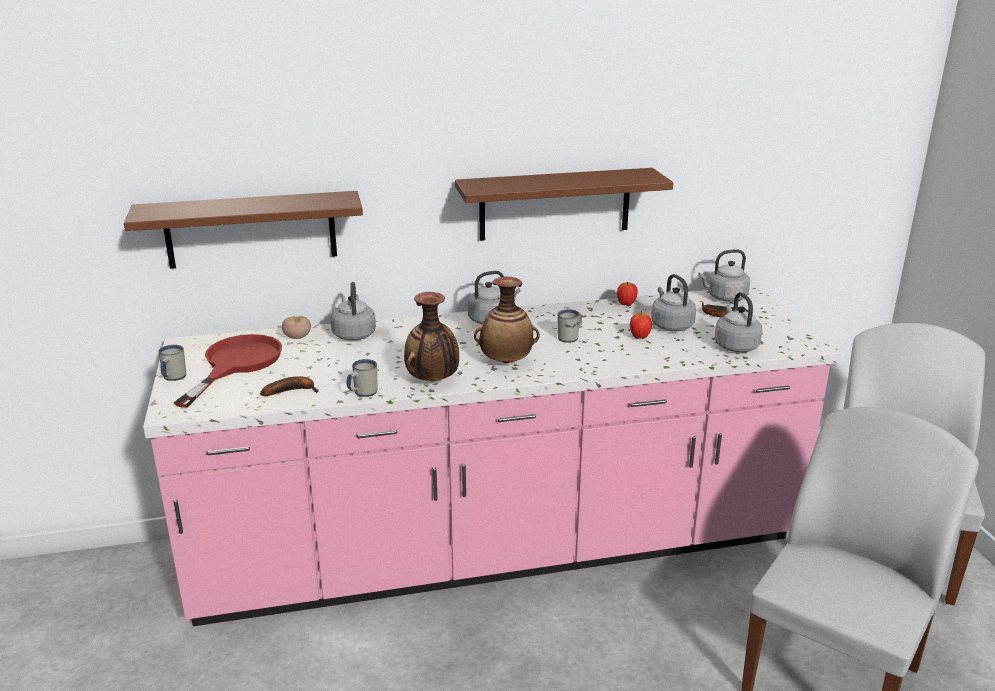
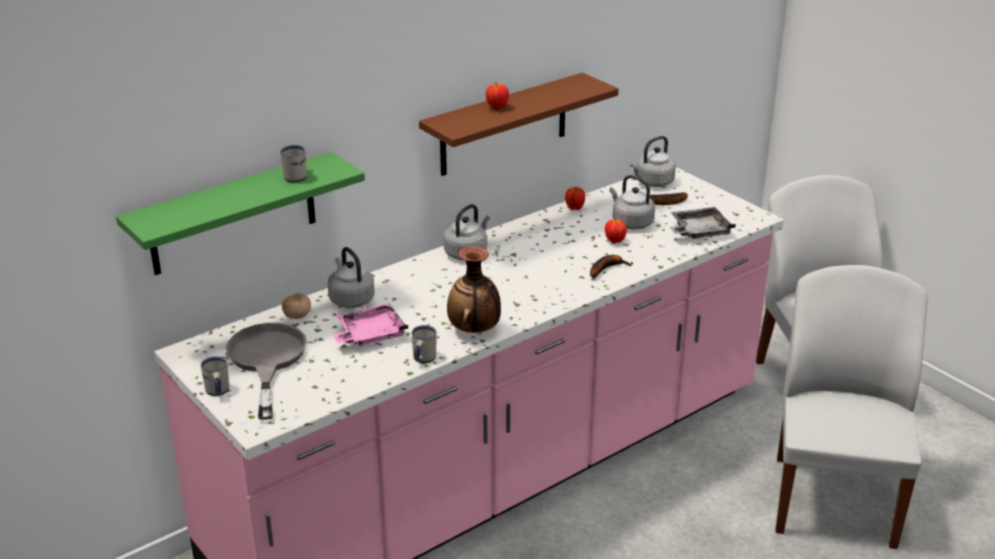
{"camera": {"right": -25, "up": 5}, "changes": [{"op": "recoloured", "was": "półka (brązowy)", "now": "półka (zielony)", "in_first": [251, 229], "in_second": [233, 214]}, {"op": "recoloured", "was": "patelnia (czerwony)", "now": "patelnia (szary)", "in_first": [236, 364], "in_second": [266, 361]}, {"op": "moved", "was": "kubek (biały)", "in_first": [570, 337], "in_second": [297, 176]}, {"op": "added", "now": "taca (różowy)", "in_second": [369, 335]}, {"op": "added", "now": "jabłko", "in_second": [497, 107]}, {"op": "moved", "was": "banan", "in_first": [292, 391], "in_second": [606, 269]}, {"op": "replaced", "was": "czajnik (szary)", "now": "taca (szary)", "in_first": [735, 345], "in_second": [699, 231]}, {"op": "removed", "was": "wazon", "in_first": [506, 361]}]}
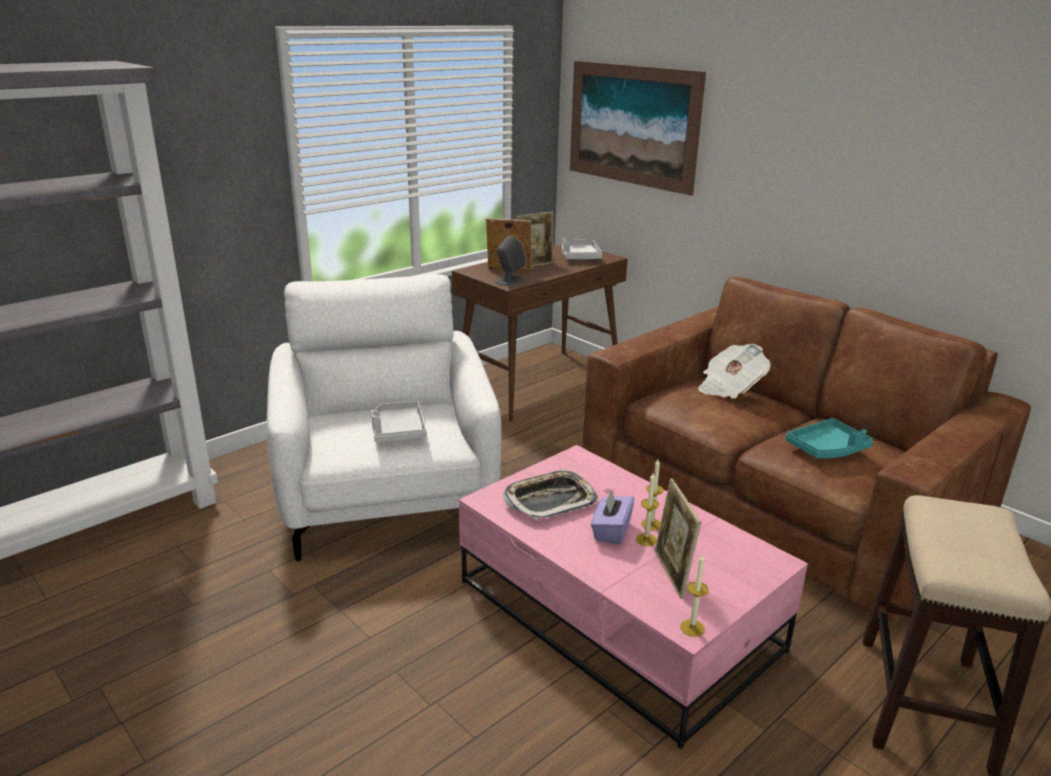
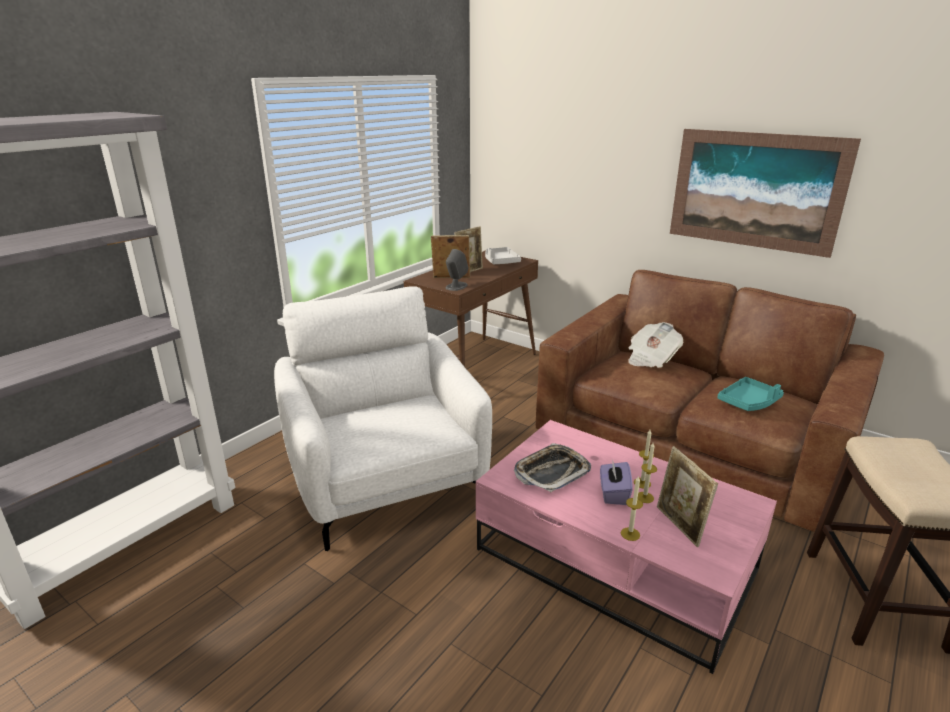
{"camera": {"right": -10, "up": 0}, "changes": [{"op": "moved", "was": "świeca", "in_first": [692, 628], "in_second": [630, 534]}, {"op": "moved", "was": "obraz", "in_first": [632, 125], "in_second": [755, 190]}, {"op": "removed", "was": "taca (szary)", "in_first": [398, 430]}]}
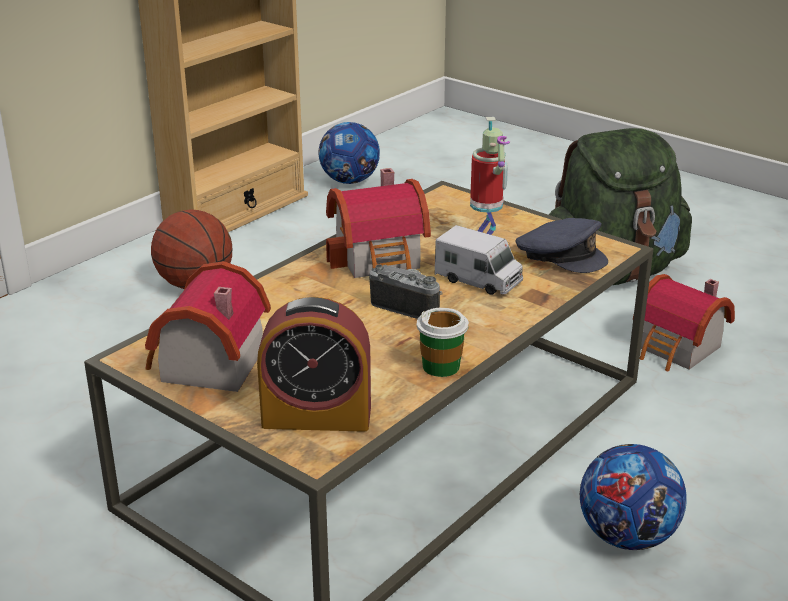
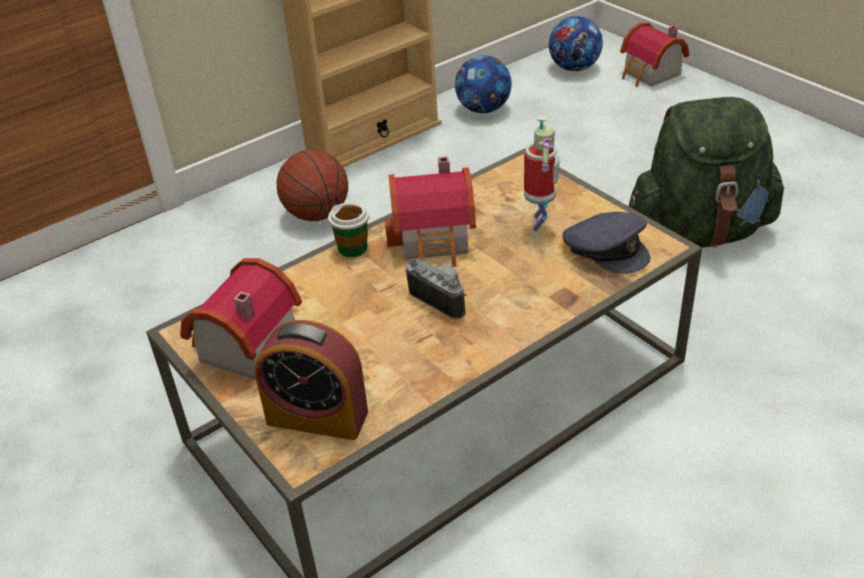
{"camera": {"right": 15, "up": 10}, "changes": [{"op": "moved", "was": "filiżanka", "in_first": [441, 366], "in_second": [353, 248]}, {"op": "moved", "was": "piłka futbolowa", "in_first": [627, 536], "in_second": [574, 68]}, {"op": "moved", "was": "domek", "in_first": [678, 350], "in_second": [650, 75]}, {"op": "removed", "was": "ciężarówka zabawkowa", "in_first": [478, 280]}]}
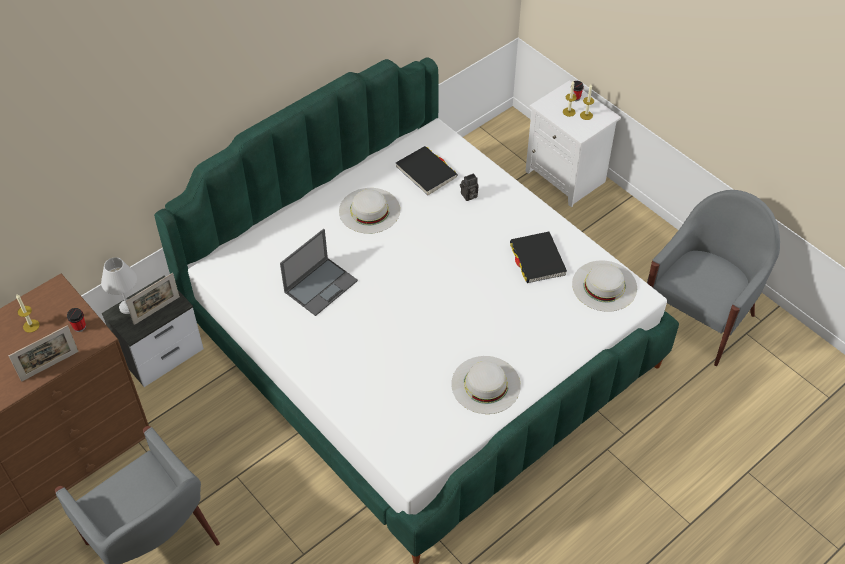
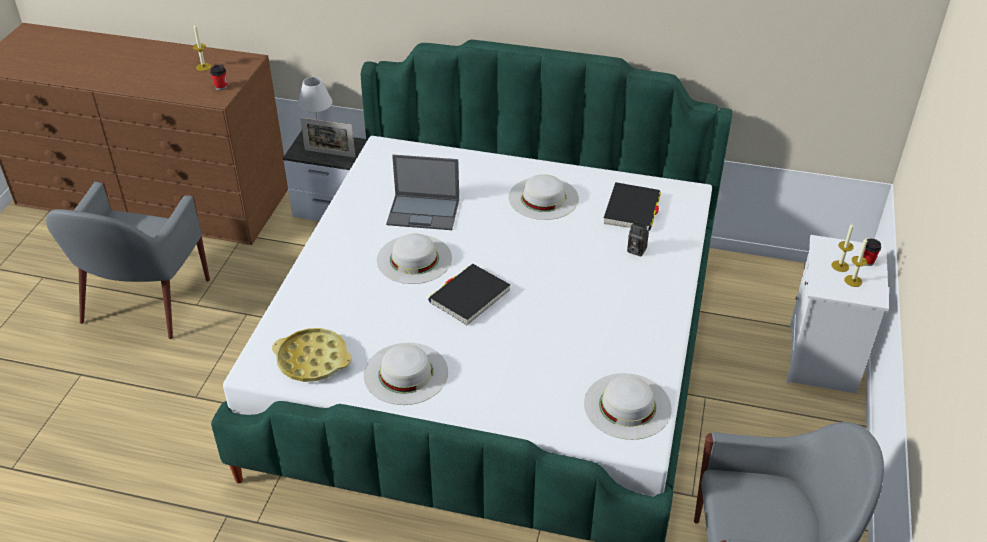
{"camera": {"right": 55, "up": -10}, "changes": [{"op": "added", "now": "taca (żółty)", "in_second": [312, 360]}, {"op": "added", "now": "kapelusz (biały)", "in_second": [414, 259]}, {"op": "moved", "was": "książka (czarny)", "in_first": [537, 259], "in_second": [469, 297]}, {"op": "removed", "was": "ramka na zdjęcie", "in_first": [50, 366]}]}
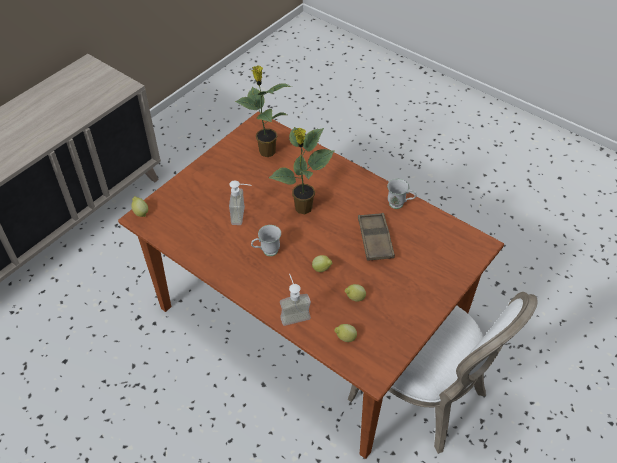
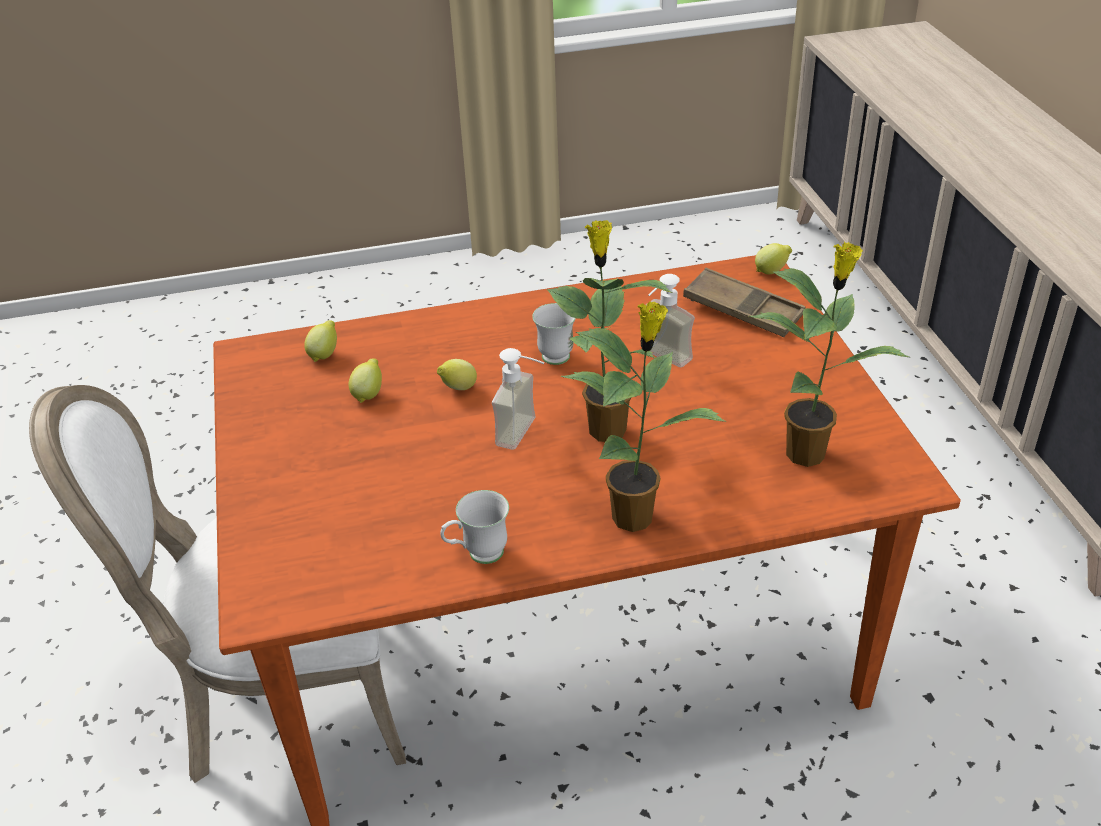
{"camera": {"right": 130, "up": -10}, "changes": [{"op": "moved", "was": "dozownik mydła", "in_first": [293, 313], "in_second": [526, 434]}, {"op": "added", "now": "roślina doniczkowa", "in_second": [635, 516]}, {"op": "moved", "was": "taca (brązowy)", "in_first": [375, 239], "in_second": [743, 310]}]}
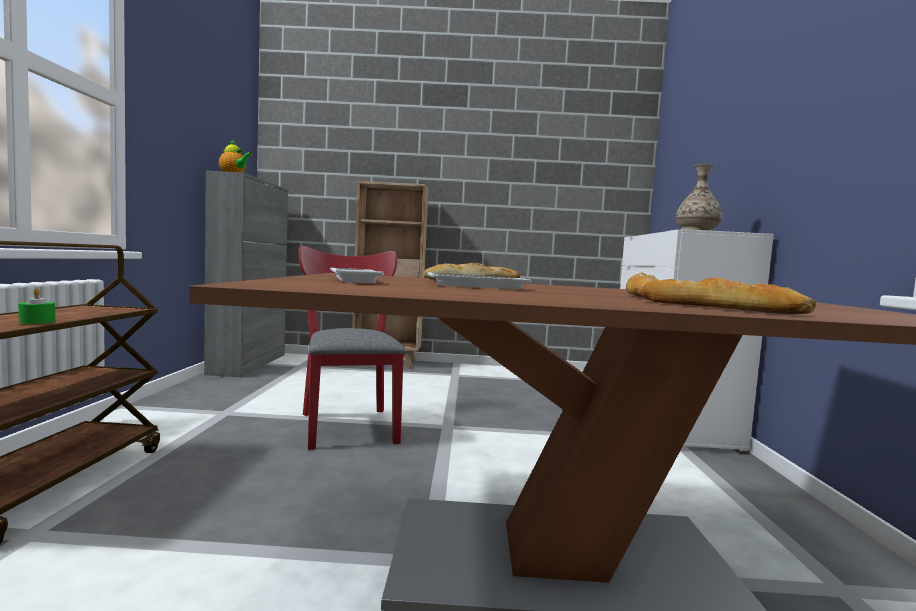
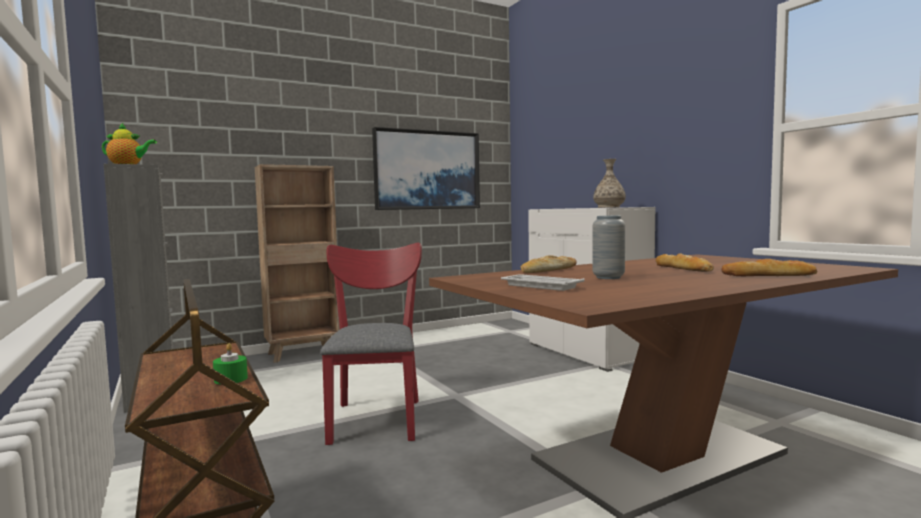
{"camera": {"right": -30, "up": 0}, "changes": [{"op": "turned", "was": "krzesło (czerwony)", "in_first": [348, 424], "in_second": [376, 417], "clockwise": 45}, {"op": "added", "now": "obraz", "in_second": [427, 170]}, {"op": "replaced", "was": "taca (biały)", "now": "wazon (szary)", "in_first": [480, 286], "in_second": [608, 277]}]}
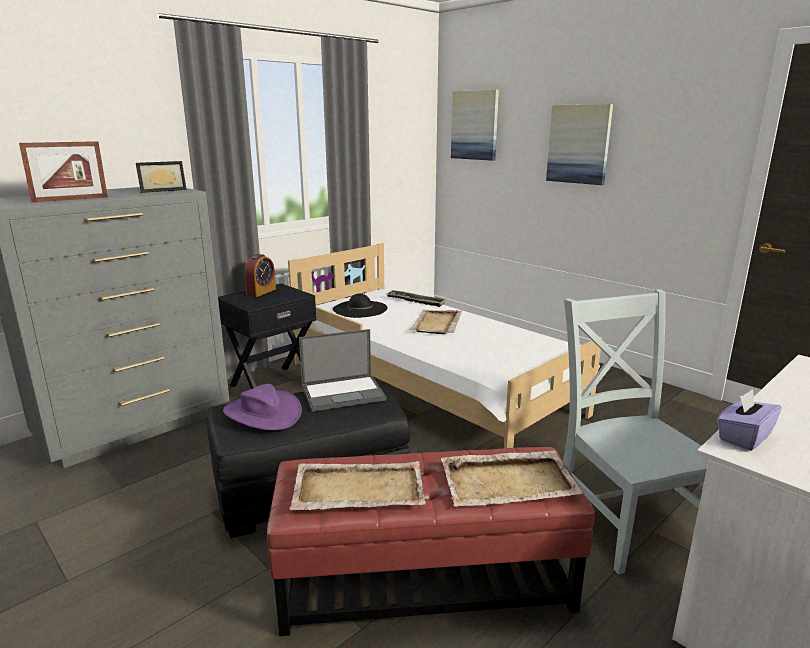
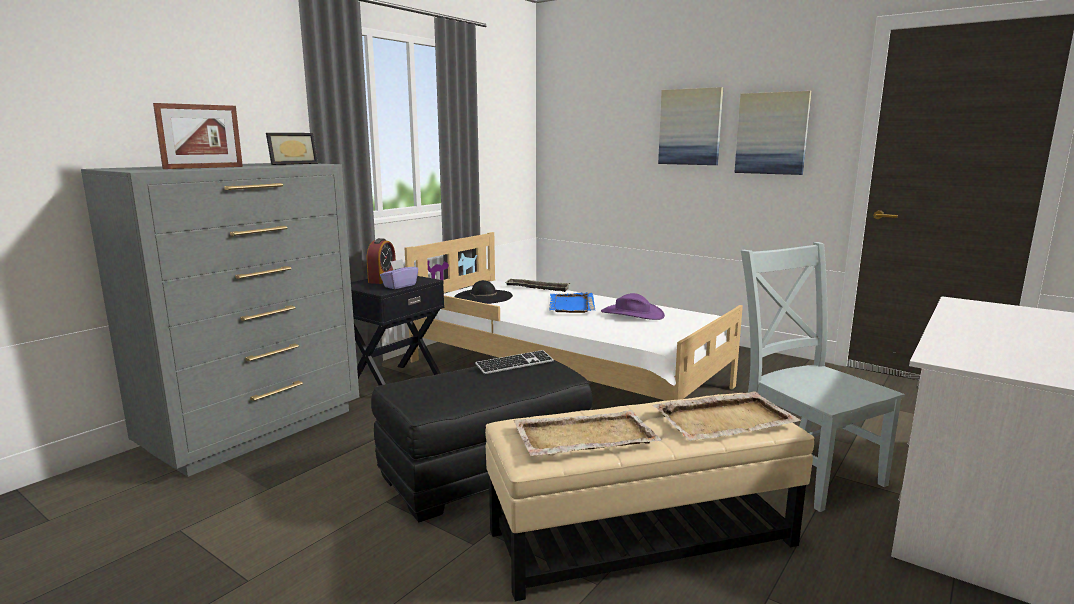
{"camera": {"right": -10, "up": -5}, "changes": [{"op": "moved", "was": "pudełko chusteczek (fioletowy)", "in_first": [743, 437], "in_second": [399, 286]}, {"op": "replaced", "was": "laptop", "now": "klawiatura", "in_first": [344, 392], "in_second": [515, 364]}, {"op": "recoloured", "was": "pufa (czerwony)", "now": "pufa (beżowy)", "in_first": [425, 582], "in_second": [642, 538]}, {"op": "recoloured", "was": "taca (beżowy)", "now": "taca (niebieski)", "in_first": [436, 324], "in_second": [571, 305]}, {"op": "moved", "was": "kapelusz (fioletowy)", "in_first": [262, 413], "in_second": [632, 314]}, {"op": "moved", "was": "obraz", "in_first": [475, 125], "in_second": [772, 133]}]}
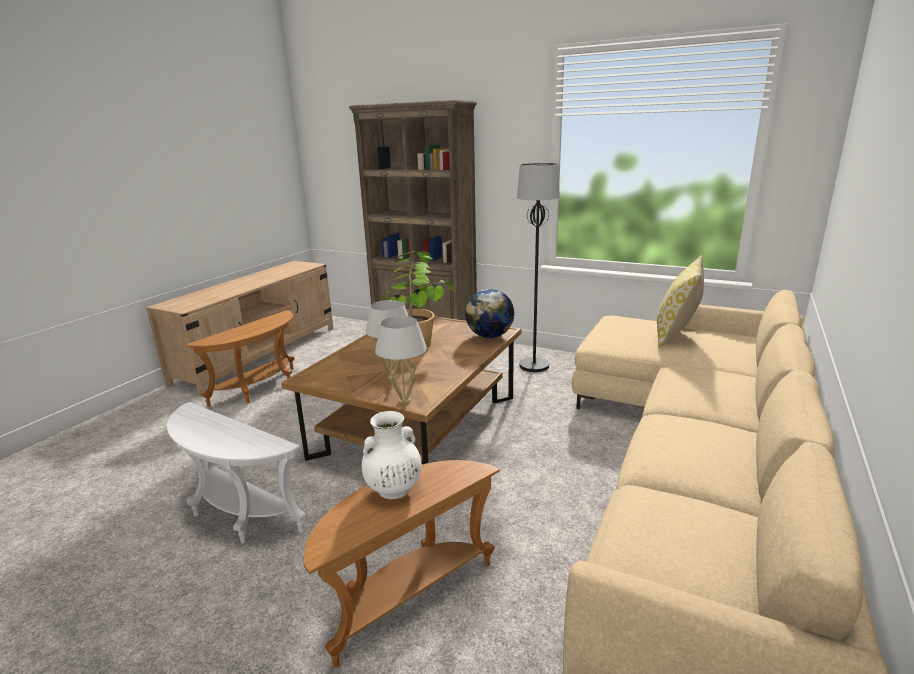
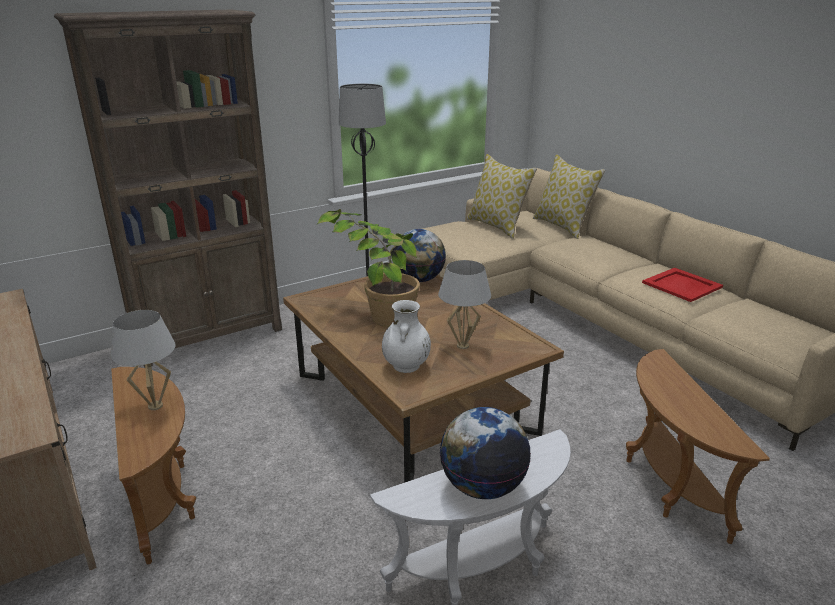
{"camera": {"right": -60, "up": 5}, "changes": [{"op": "moved", "was": "lampa stołowa (biały)", "in_first": [404, 400], "in_second": [155, 406]}, {"op": "moved", "was": "wazon (biały)", "in_first": [393, 490], "in_second": [406, 366]}, {"op": "added", "now": "globus", "in_second": [482, 486]}, {"op": "added", "now": "poduszka", "in_second": [563, 226]}, {"op": "added", "now": "taca (czerwony)", "in_second": [681, 284]}]}
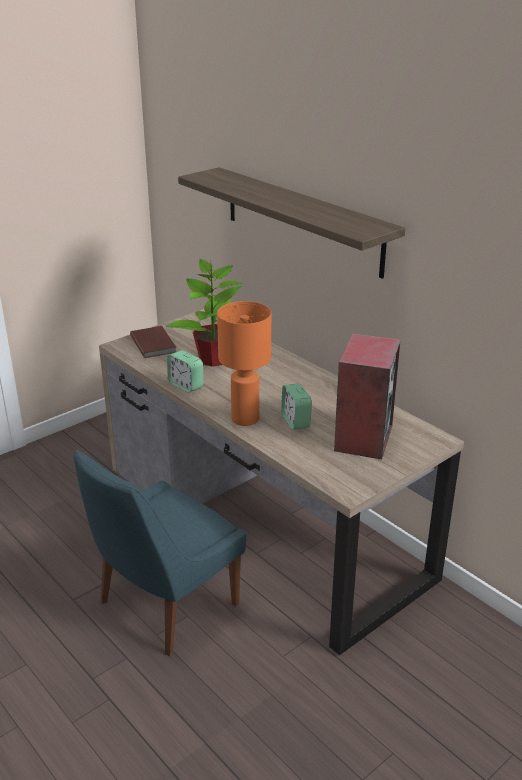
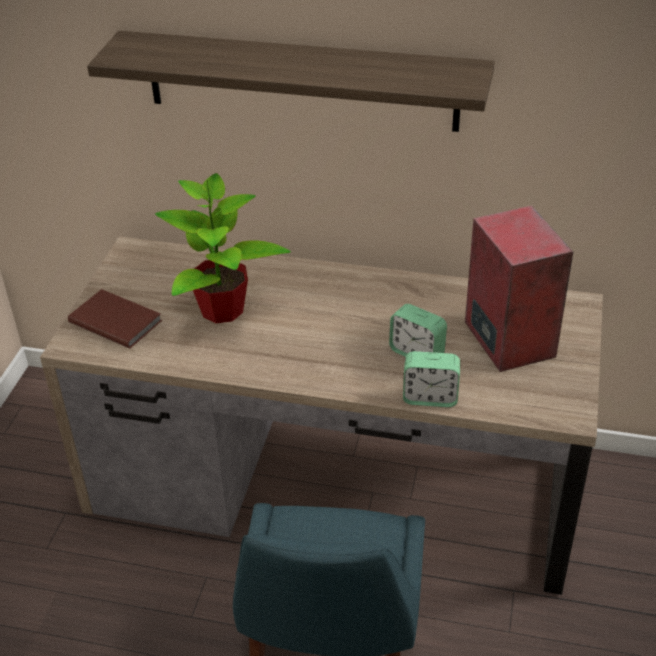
{"camera": {"right": -35, "up": 10}, "changes": [{"op": "moved", "was": "budzik", "in_first": [186, 385], "in_second": [430, 397]}, {"op": "removed", "was": "lampa stołowa (pomarańczowy)", "in_first": [245, 418]}]}
